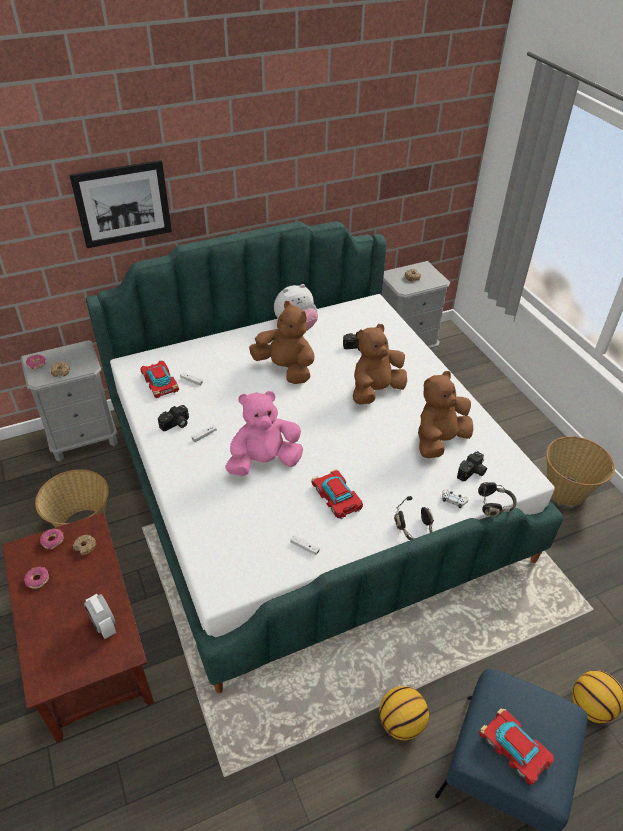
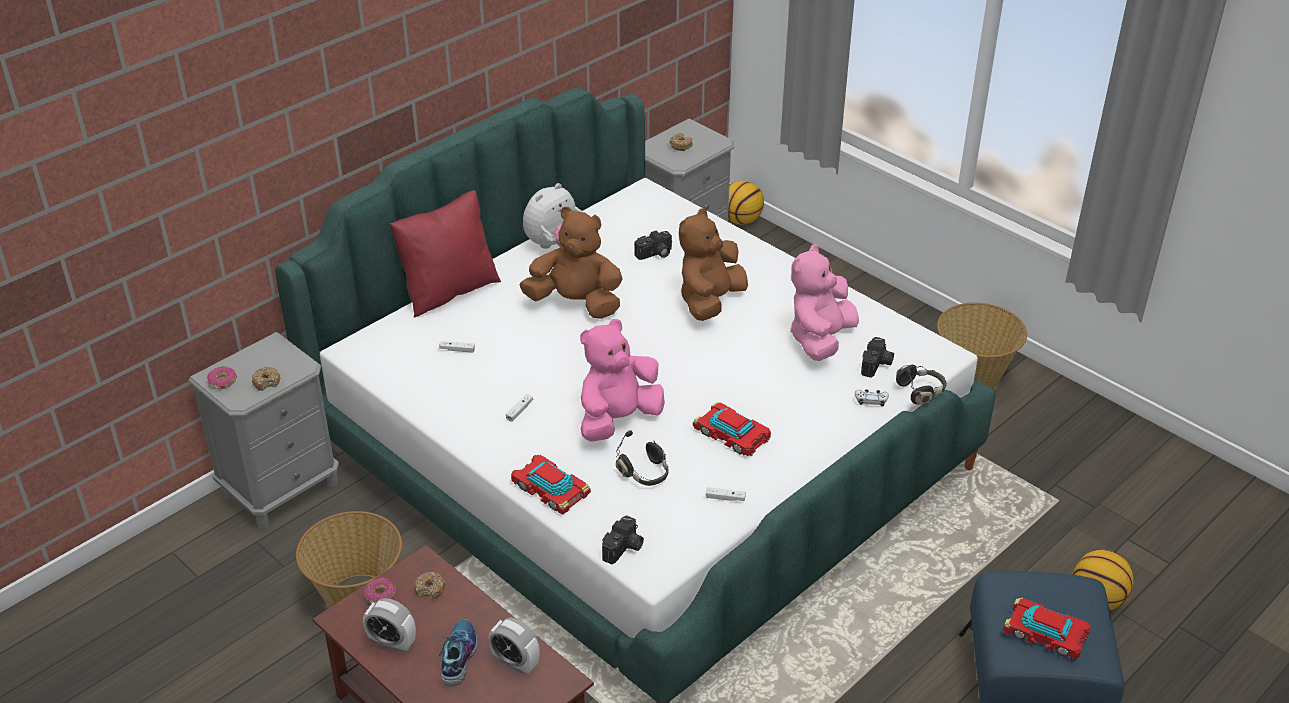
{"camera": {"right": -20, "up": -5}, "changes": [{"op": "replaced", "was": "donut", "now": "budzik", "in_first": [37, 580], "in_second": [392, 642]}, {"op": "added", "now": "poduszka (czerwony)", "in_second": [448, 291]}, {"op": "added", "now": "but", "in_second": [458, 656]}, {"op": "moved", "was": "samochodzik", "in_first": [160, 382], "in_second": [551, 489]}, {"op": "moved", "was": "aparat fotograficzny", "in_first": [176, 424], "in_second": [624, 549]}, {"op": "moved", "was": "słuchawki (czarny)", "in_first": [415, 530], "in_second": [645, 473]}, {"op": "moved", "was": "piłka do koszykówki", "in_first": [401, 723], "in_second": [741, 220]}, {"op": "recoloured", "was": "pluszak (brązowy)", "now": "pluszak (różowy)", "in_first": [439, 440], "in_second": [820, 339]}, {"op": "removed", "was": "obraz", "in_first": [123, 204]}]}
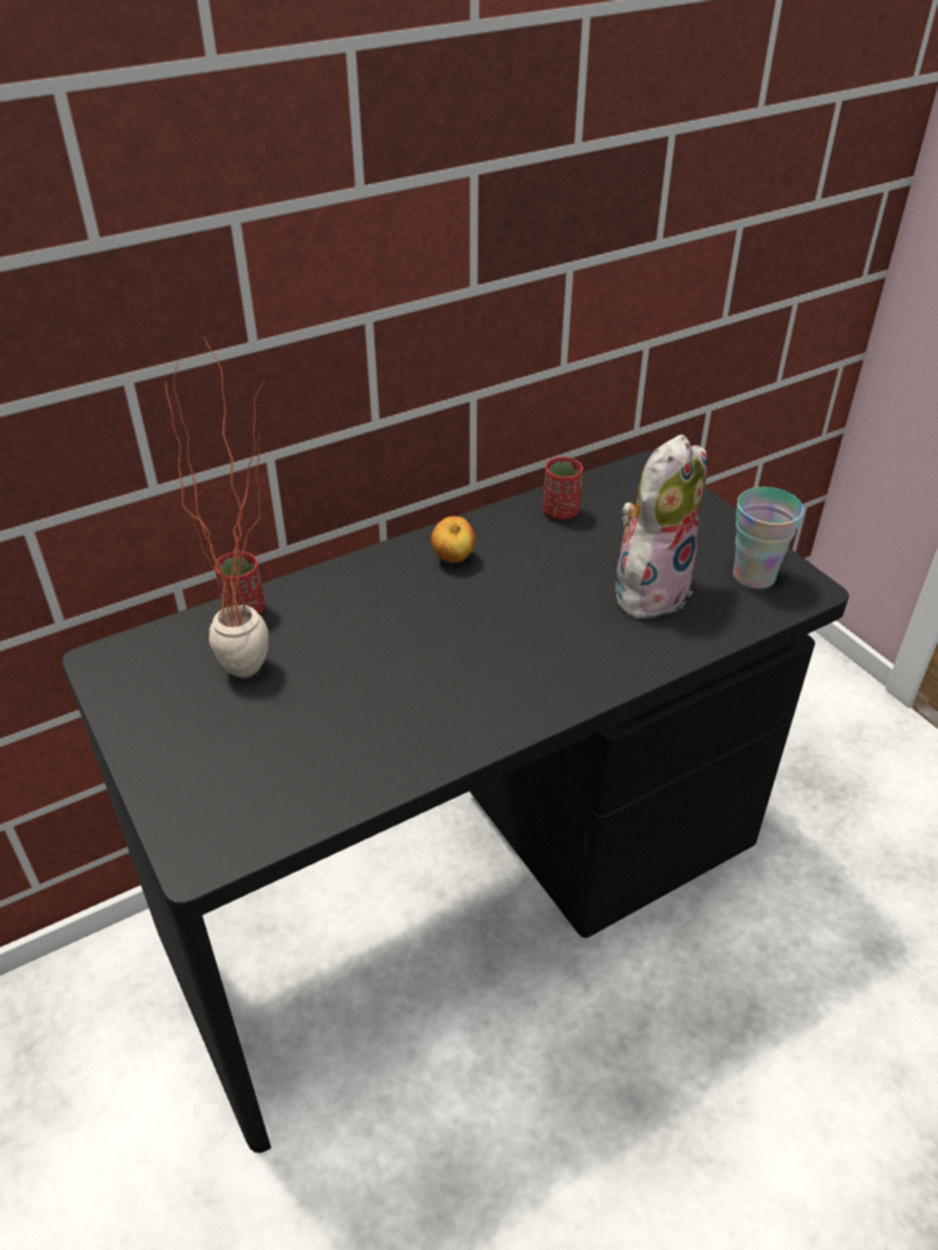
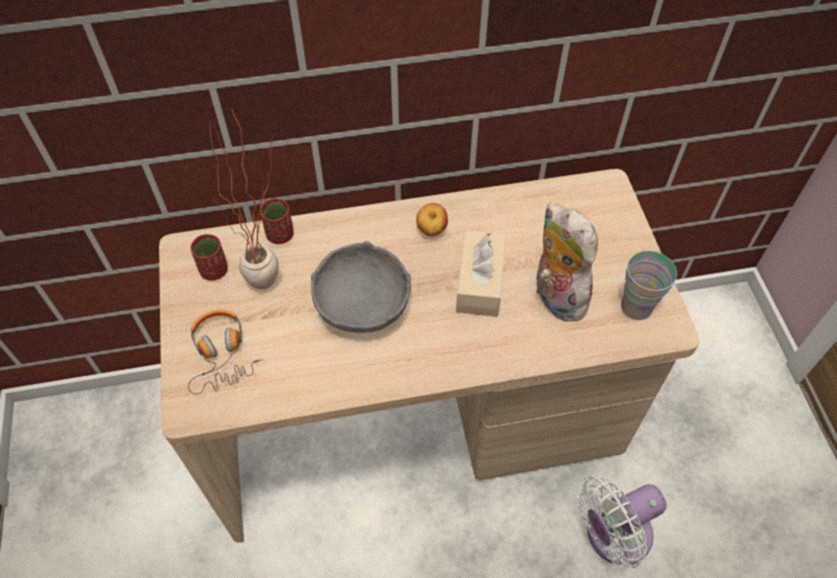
{"camera": {"right": 20, "up": 15}, "changes": [{"op": "recoloured", "was": "biurko (czarny)", "now": "biurko (beżowy)", "in_first": [467, 890], "in_second": [418, 420]}, {"op": "added", "now": "słuchawki", "in_second": [221, 354]}, {"op": "moved", "was": "filiżanka (czerwony)", "in_first": [560, 511], "in_second": [214, 270]}, {"op": "added", "now": "miska (szary)", "in_second": [363, 303]}, {"op": "added", "now": "pudełko chusteczek (beżowy)", "in_second": [480, 282]}, {"op": "turned", "was": "pluszak", "in_first": [649, 589], "in_second": [555, 296], "clockwise": -90}, {"op": "added", "now": "wentylator (biały)", "in_second": [612, 536]}]}
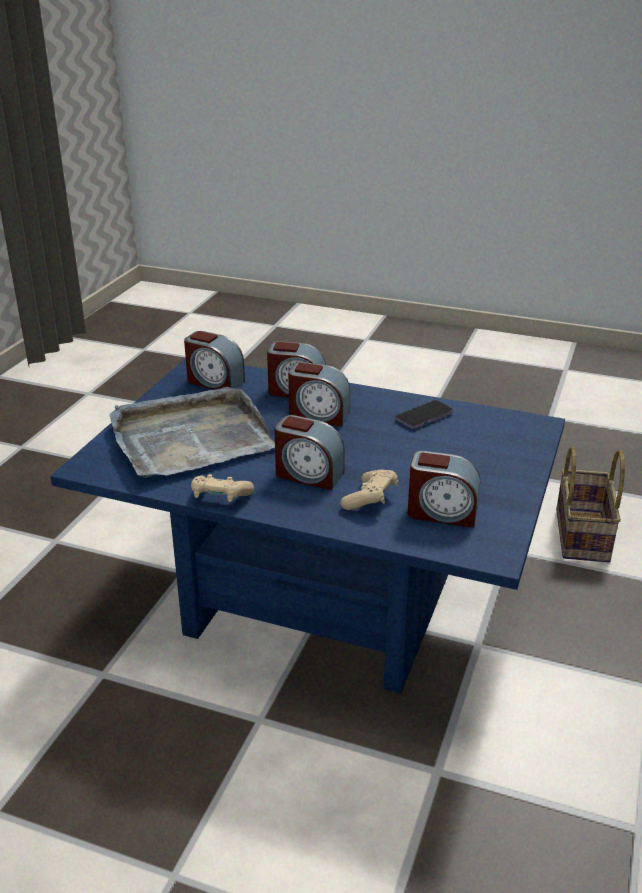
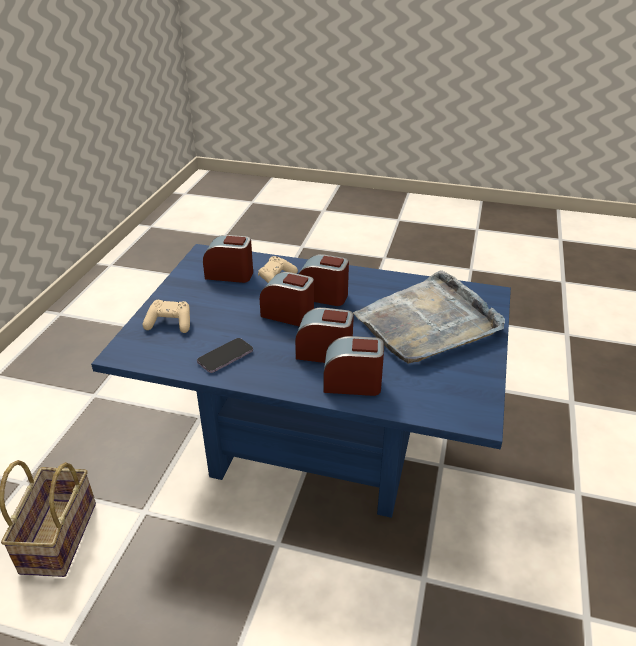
{"camera": {"right": 175, "up": 5}, "changes": [{"op": "moved", "was": "pad do gier (beżowy)", "in_first": [220, 498], "in_second": [170, 324]}, {"op": "moved", "was": "budzik", "in_first": [214, 382], "in_second": [288, 315]}]}
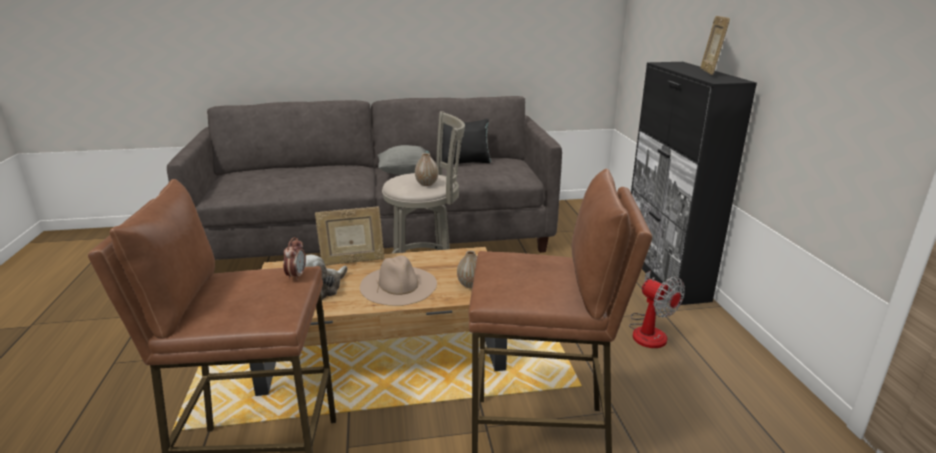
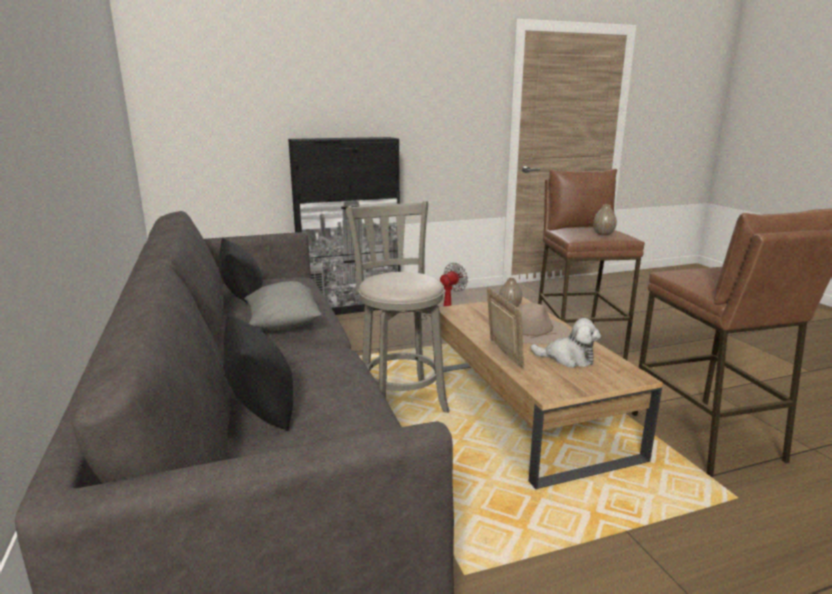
{"camera": {"right": -100, "up": -5}, "changes": [{"op": "added", "now": "poduszka (czarny)", "in_second": [263, 409]}, {"op": "moved", "was": "wazon", "in_first": [426, 184], "in_second": [603, 234]}, {"op": "removed", "was": "budzik", "in_first": [296, 276]}, {"op": "removed", "was": "ramka na zdjęcie", "in_first": [709, 72]}]}
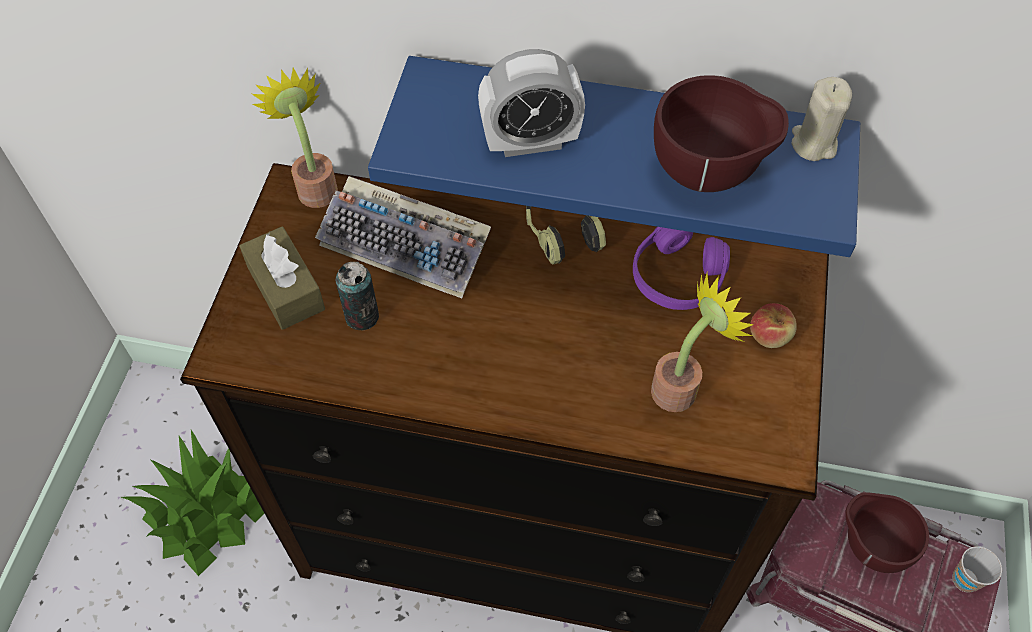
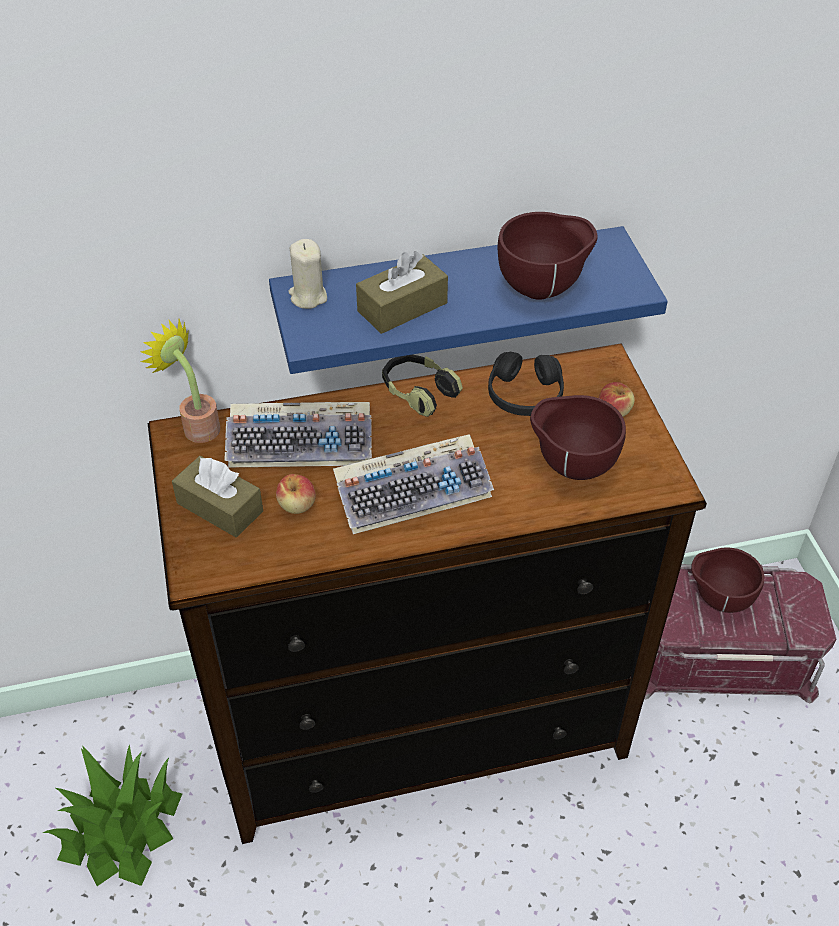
{"camera": {"right": -25, "up": -10}, "changes": [{"op": "replaced", "was": "puszka", "now": "jabłko", "in_first": [362, 316], "in_second": [297, 505]}, {"op": "moved", "was": "świeca (beżowy)", "in_first": [813, 143], "in_second": [308, 297]}, {"op": "added", "now": "klawiatura", "in_second": [414, 491]}, {"op": "replaced", "was": "budzik", "now": "pudełko chusteczek (brązowy)", "in_first": [530, 142], "in_second": [402, 307]}, {"op": "recoloured", "was": "słuchawki (fioletowy)", "now": "słuchawki (czarny)", "in_first": [677, 276], "in_second": [525, 395]}, {"op": "replaced", "was": "roślina doniczkowa", "now": "miska (brązowy)", "in_first": [681, 386], "in_second": [572, 466]}, {"op": "removed", "was": "filiżanka", "in_first": [965, 580]}]}
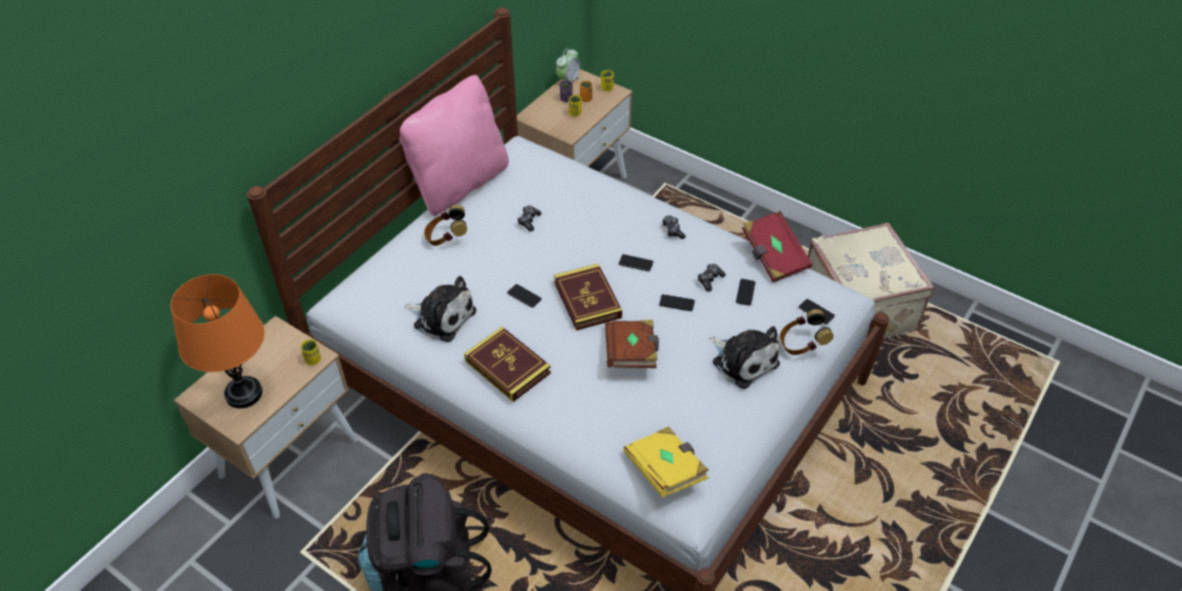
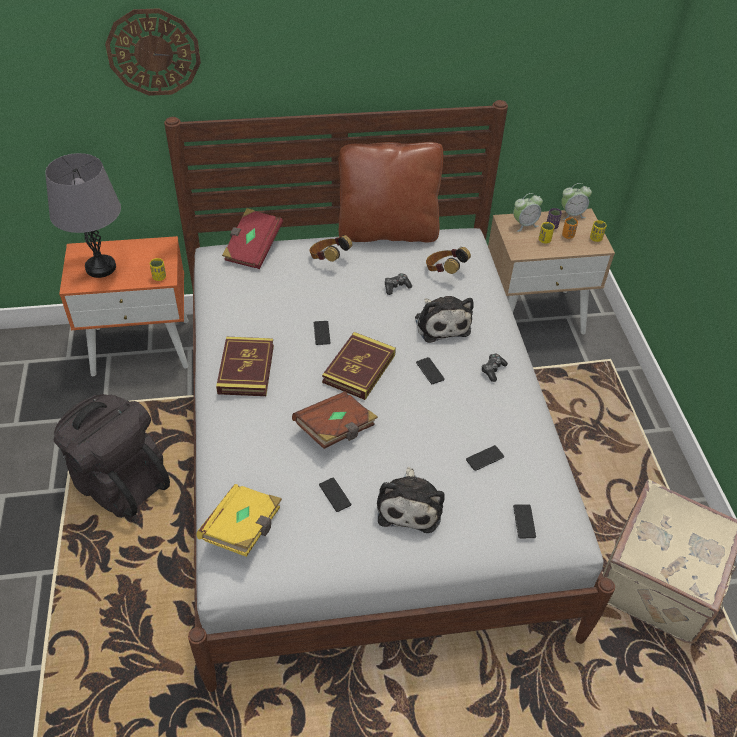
{"camera": {"right": 45, "up": 0}, "changes": [{"op": "recoloured", "was": "lampa stołowa (pomarańczowy)", "now": "lampa stołowa (szary)", "in_first": [244, 393], "in_second": [101, 268]}, {"op": "recoloured", "was": "szafka nocna (beżowy)", "now": "szafka nocna (pomarańczowy)", "in_first": [289, 456], "in_second": [141, 346]}, {"op": "added", "now": "zegar ścienny", "in_second": [153, 52]}, {"op": "moved", "was": "książka (czerwony)", "in_first": [773, 257], "in_second": [252, 249]}, {"op": "moved", "was": "telefon", "in_first": [676, 303], "in_second": [335, 495]}, {"op": "recoloured", "was": "poduszka (różowy)", "now": "poduszka (brązowy)", "in_first": [459, 184], "in_second": [387, 231]}, {"op": "moved", "was": "pluszak", "in_first": [442, 317], "in_second": [441, 323]}, {"op": "moved", "was": "słuchawki", "in_first": [801, 345], "in_second": [444, 271]}, {"op": "added", "now": "budzik", "in_second": [524, 225]}, {"op": "removed", "was": "pad do gier", "in_first": [710, 280]}]}
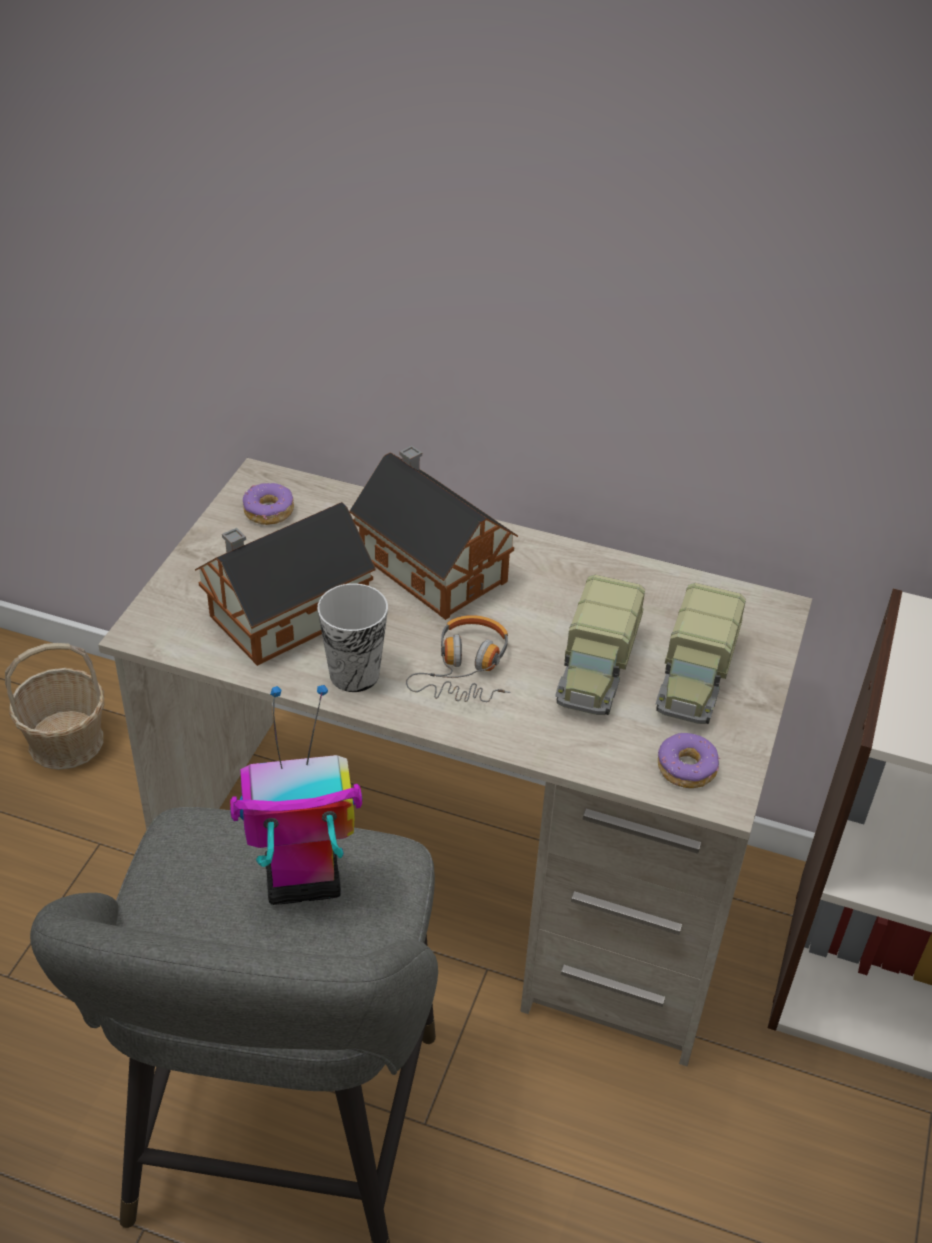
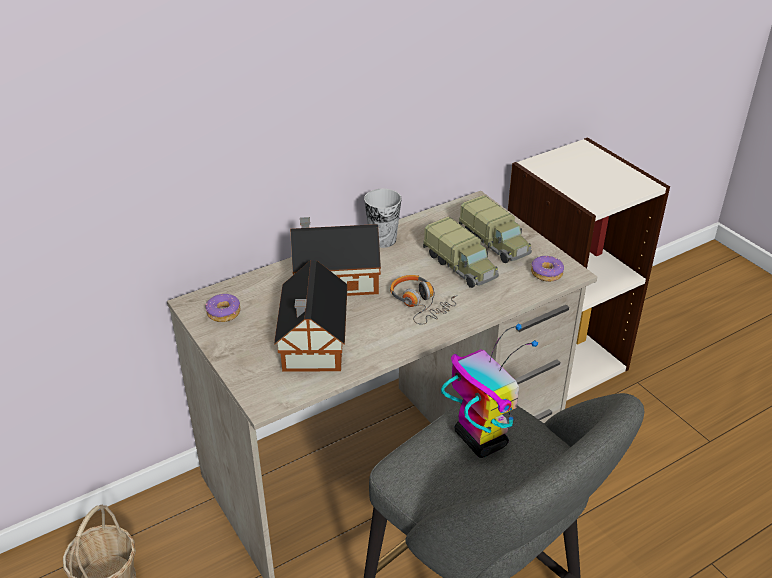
{"camera": {"right": -50, "up": -5}, "changes": [{"op": "moved", "was": "filiżanka", "in_first": [354, 674], "in_second": [383, 240]}, {"op": "turned", "was": "robot zabawkowy", "in_first": [301, 882], "in_second": [479, 439], "clockwise": 120}]}
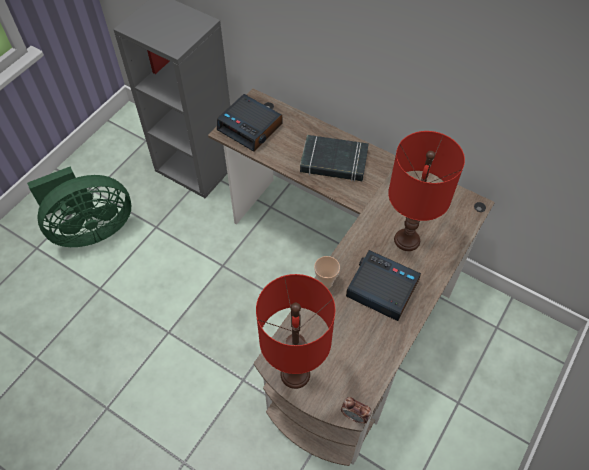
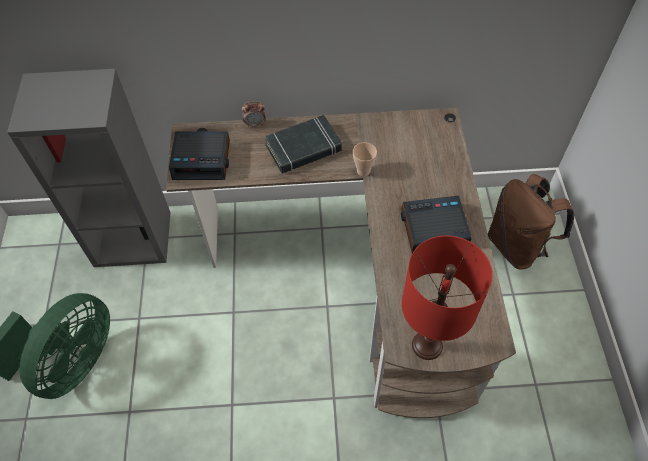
{"camera": {"right": -35, "up": 0}, "changes": [{"op": "moved", "was": "budzik", "in_first": [354, 416], "in_second": [255, 124]}, {"op": "moved", "was": "filiżanka", "in_first": [325, 282], "in_second": [363, 171]}, {"op": "added", "now": "plecak (brązowy)", "in_second": [517, 246]}, {"op": "removed", "was": "lampa stołowa (czerwony)", "in_first": [406, 240]}]}
